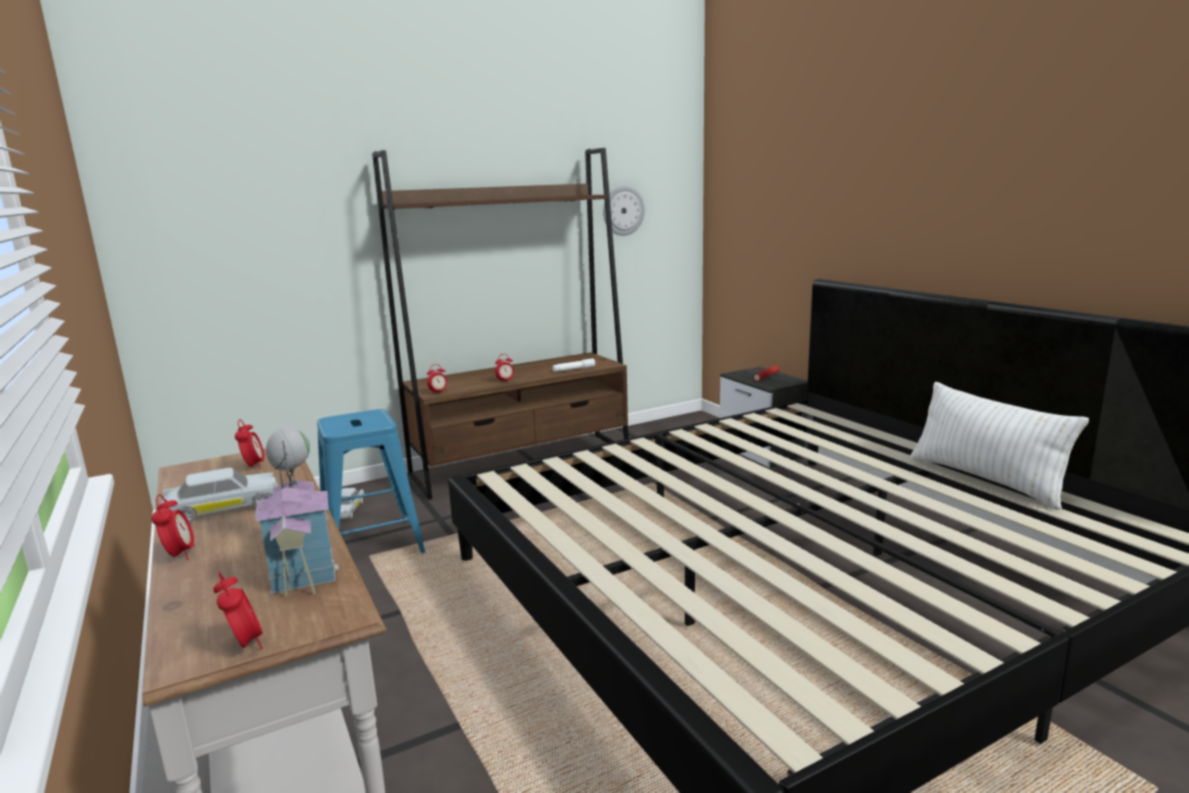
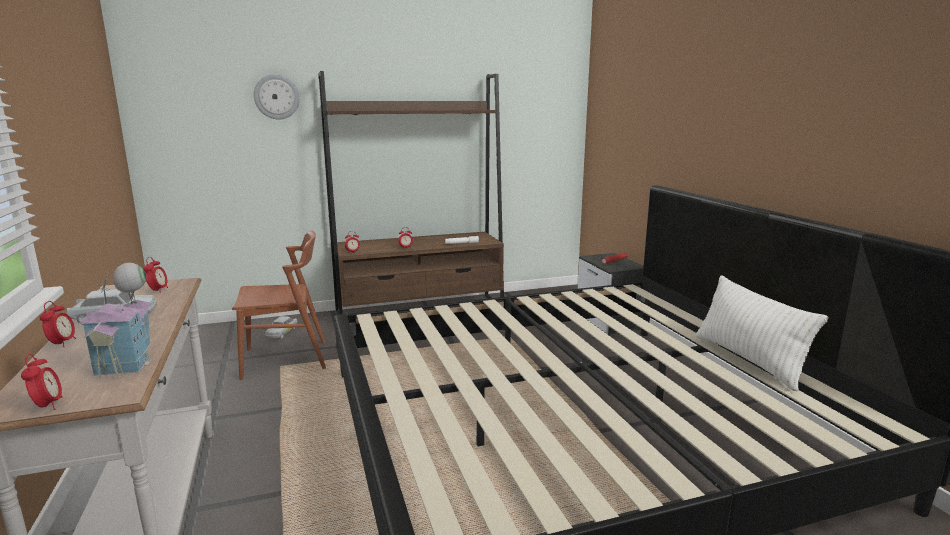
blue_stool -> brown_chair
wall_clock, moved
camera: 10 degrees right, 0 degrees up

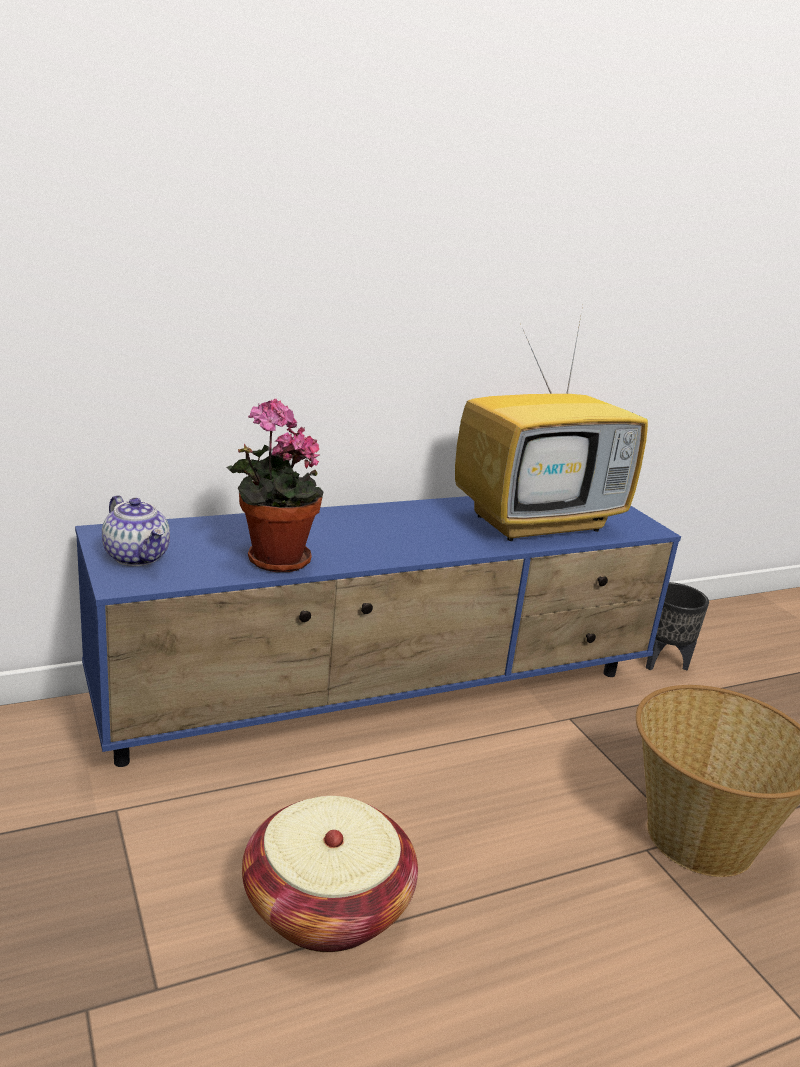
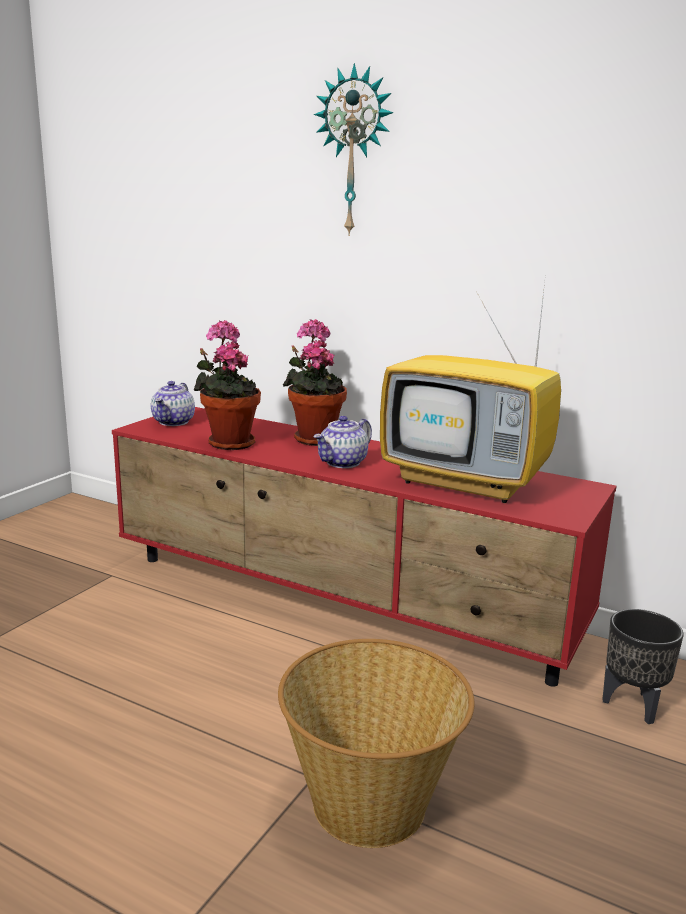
blue_tv_stand -> red_tv_stand
basket (1st from left) -> none
none -> potted_plant (2nd from left)
none -> wall_clock
none -> teapot (2nd from left)
camera: 55 degrees right, 5 degrees down

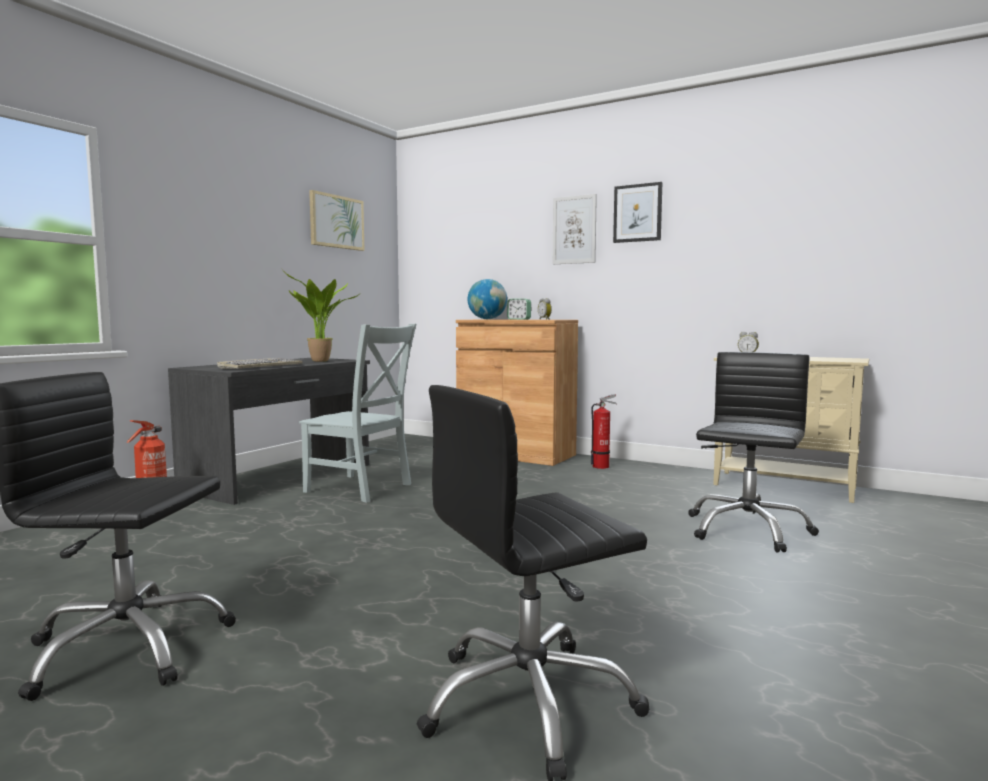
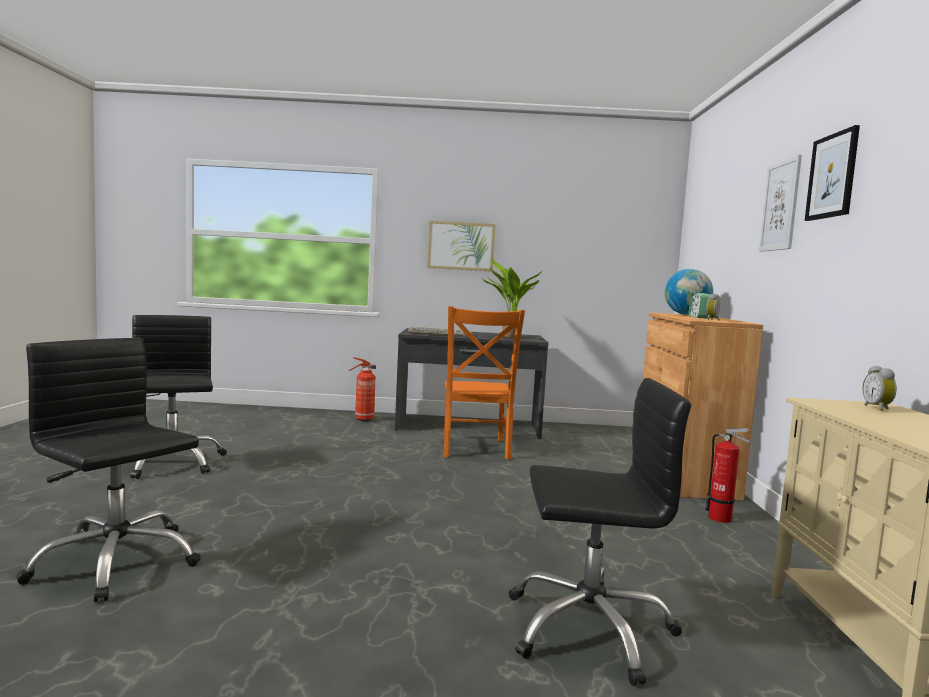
grey_chair -> orange_chair
picture (1st from left), moved
camera: 60 degrees right, 0 degrees up

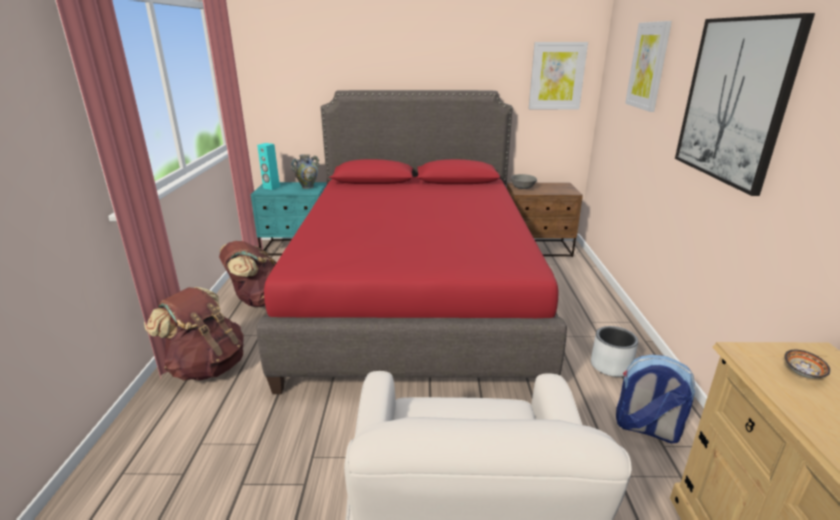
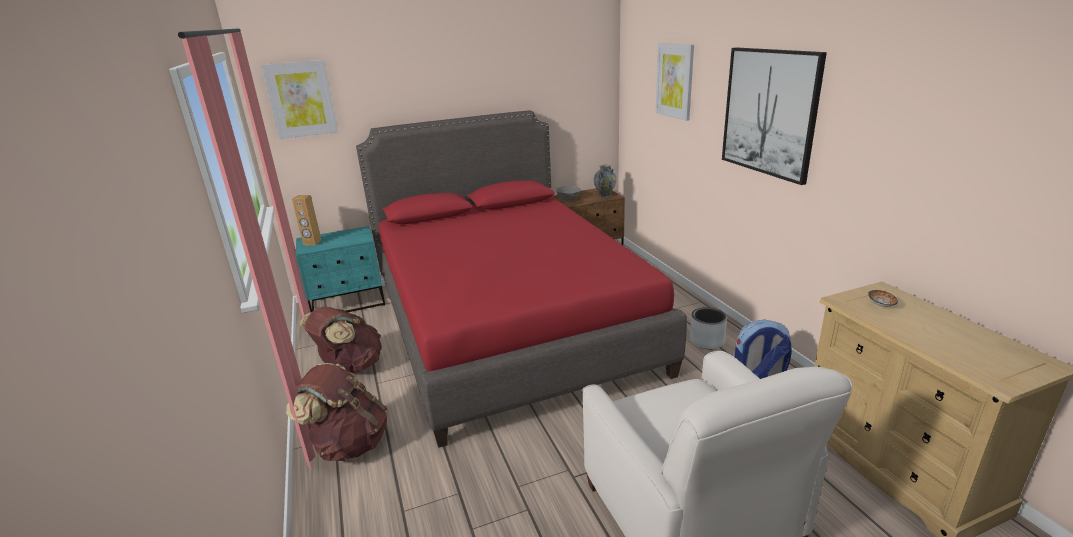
turquoise_speaker -> brown_speaker
vase, moved
picture (1st from left), moved
camera: 20 degrees left, 0 degrees up

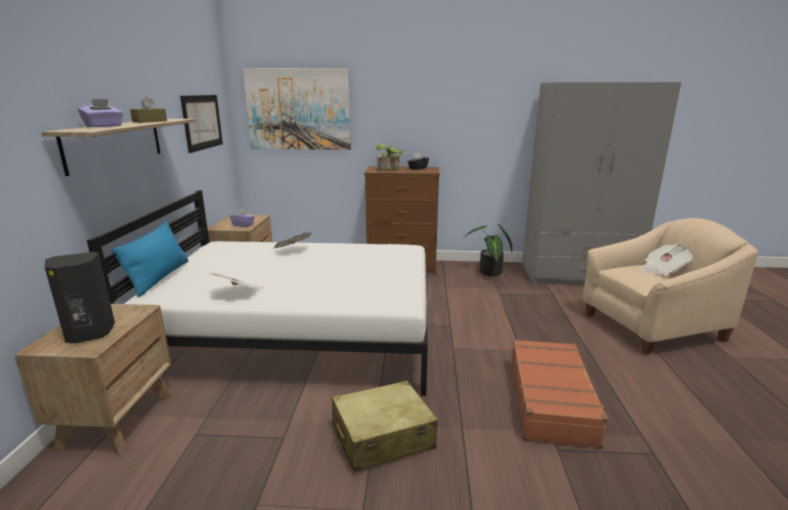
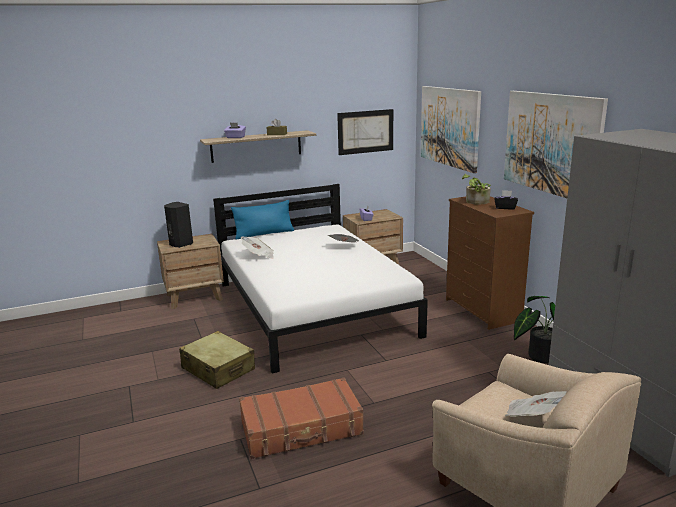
none -> picture (3rd from left)
camera: 65 degrees right, 0 degrees up

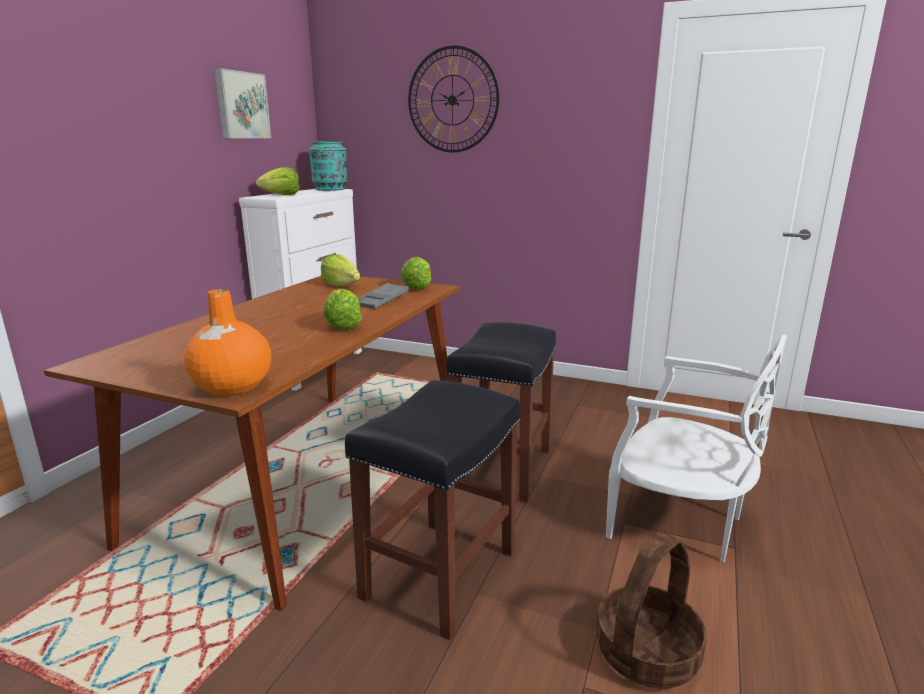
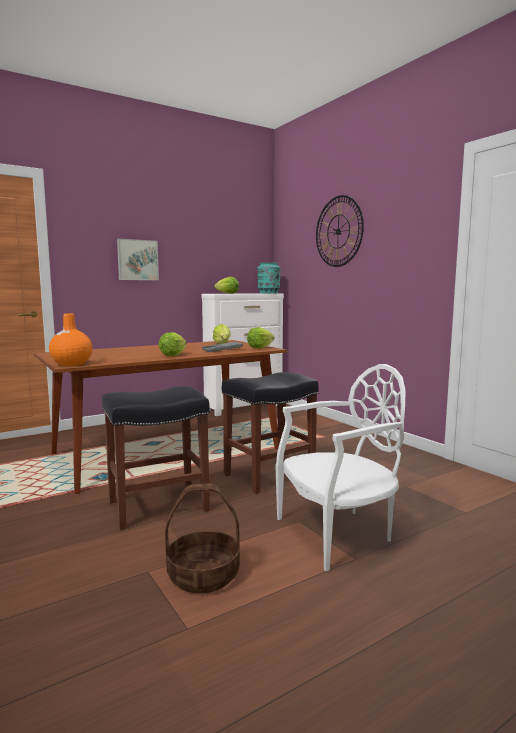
picture, moved
white_chair, 90 degrees counterclockwise
camera: 35 degrees right, 10 degrees down

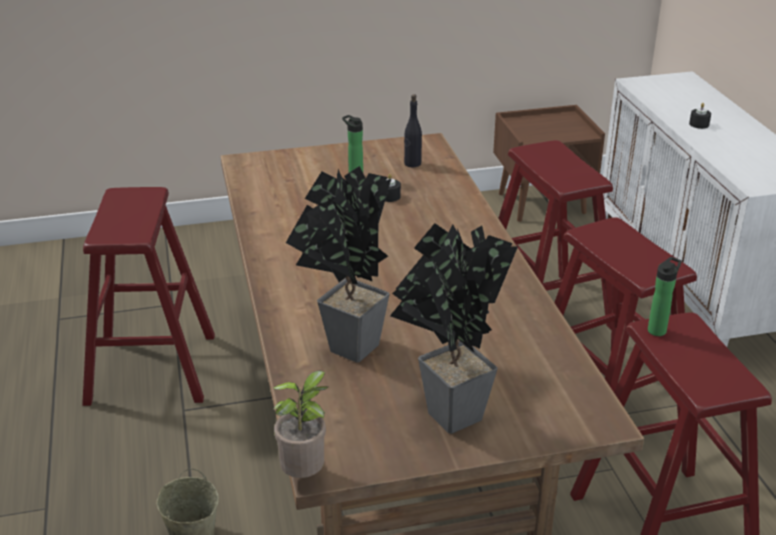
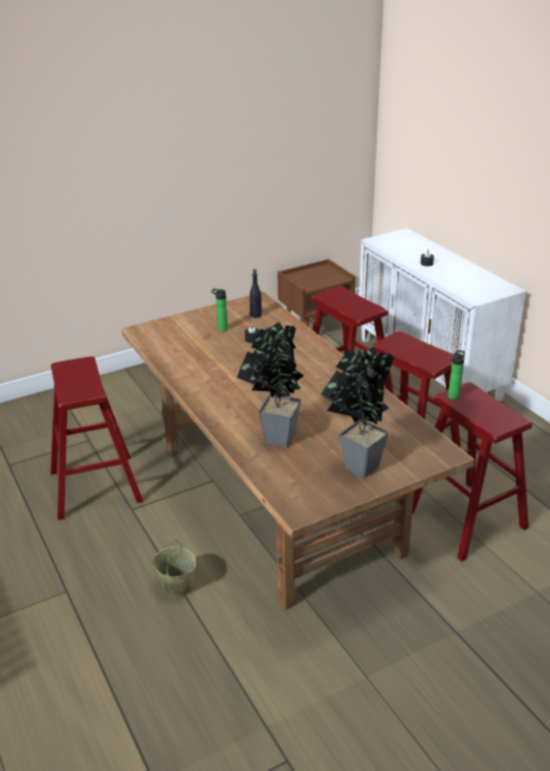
potted_plant (1st from left) -> none
camera: 15 degrees left, 0 degrees up

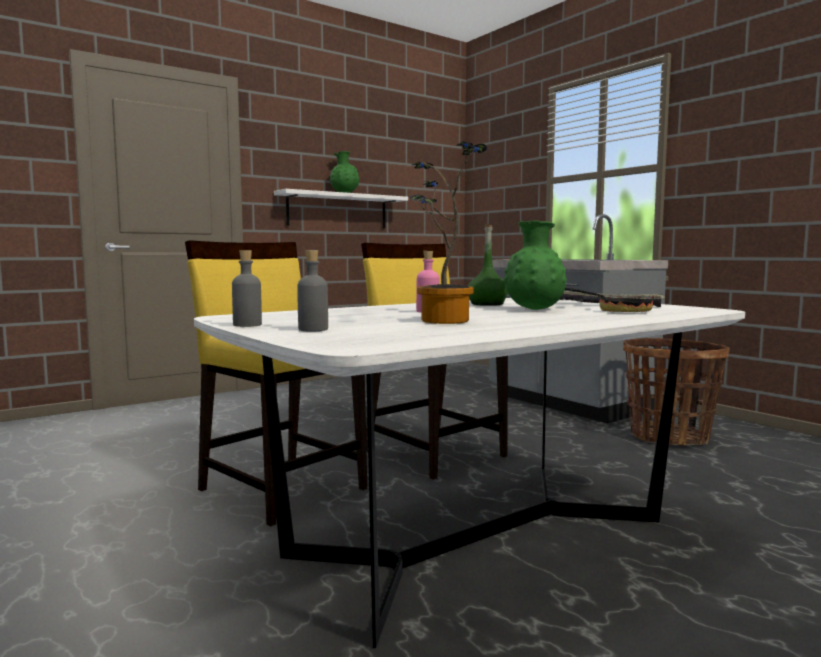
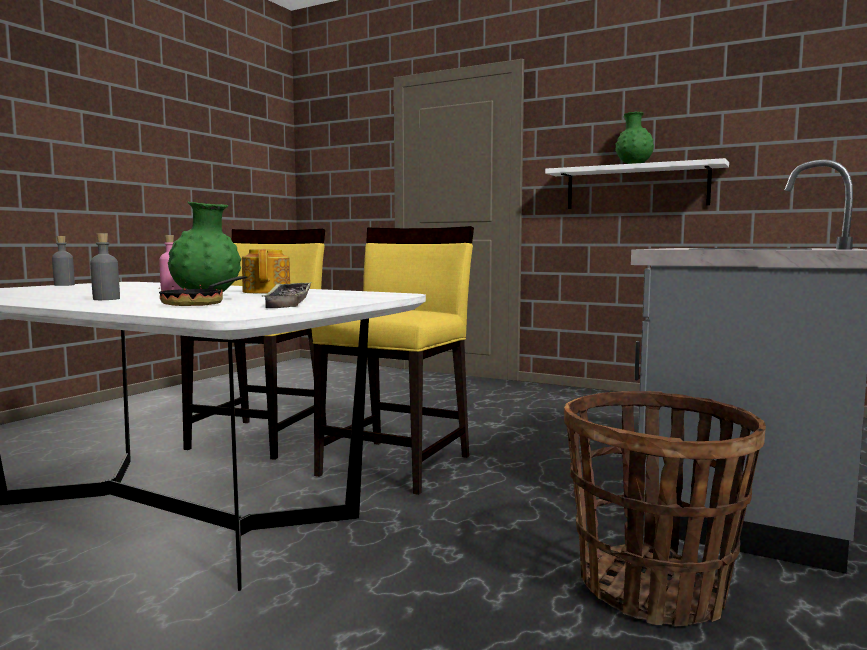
grey_bottle (2nd from left), moved
potted_plant -> none
green_bottle -> teapot
camera: 65 degrees right, 0 degrees up

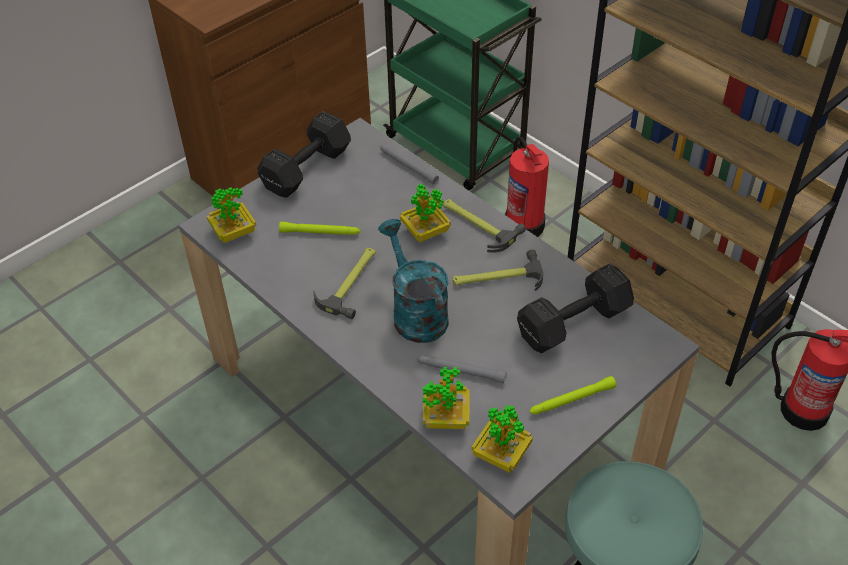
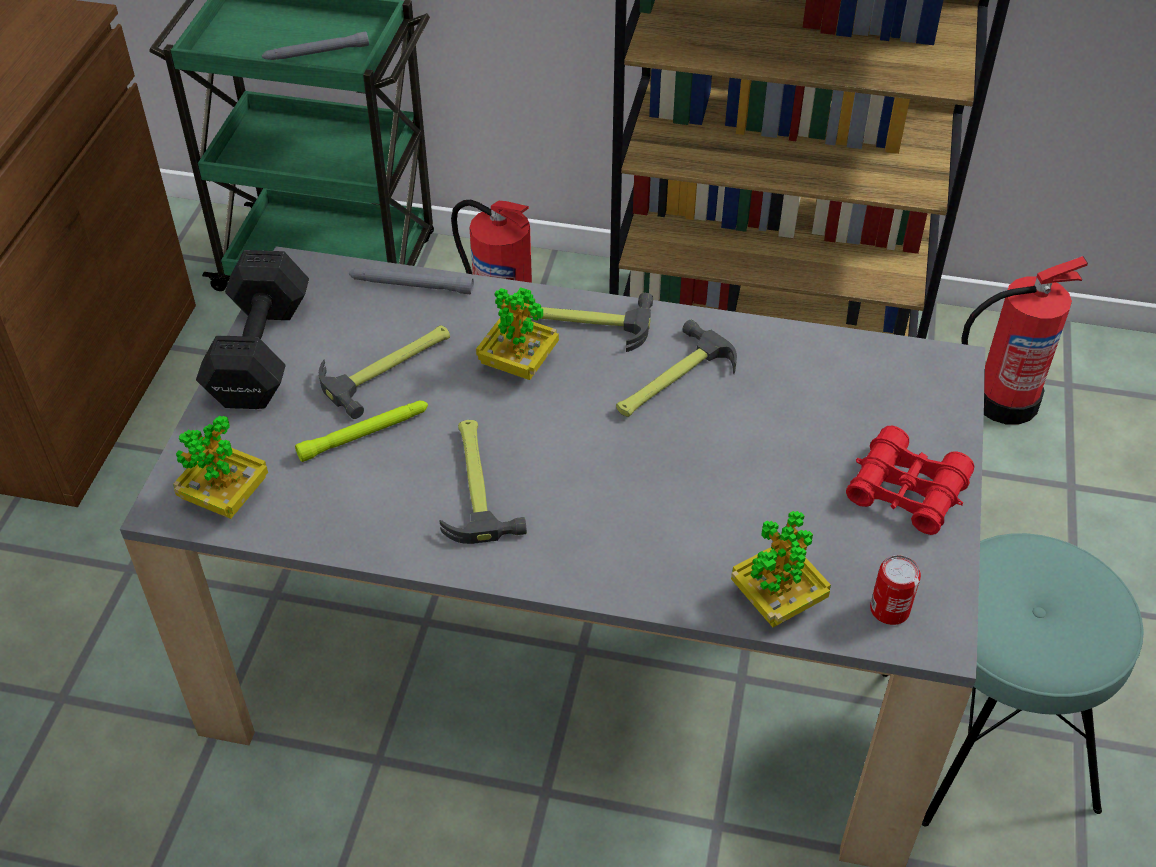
turquoise_watering_can -> none
grey_flashlight (2nd from left in the first image) -> grey_flashlight (1st from left), moved
potted_plant (4th from left) -> can
black_dumbbell (2nd from left) -> none
green_flashlight (2nd from left) -> red_binoculars
none -> hammer (1st from left)
camera: 35 degrees left, 0 degrees up

